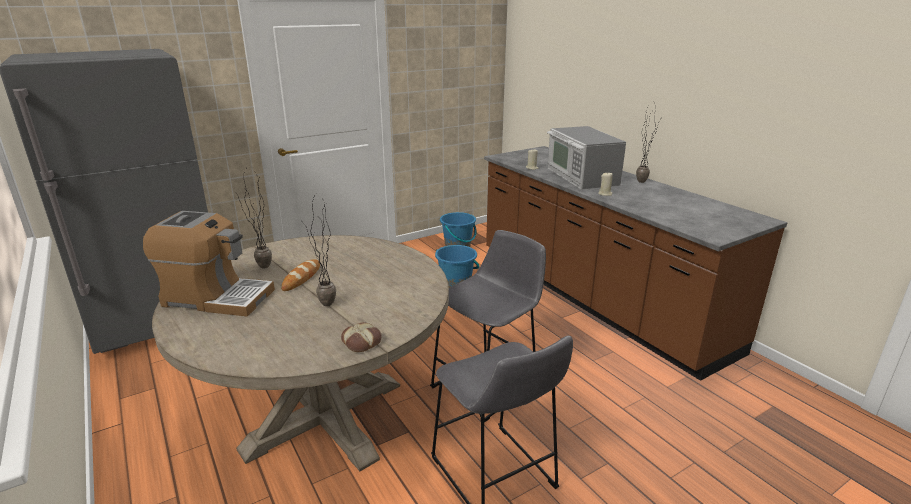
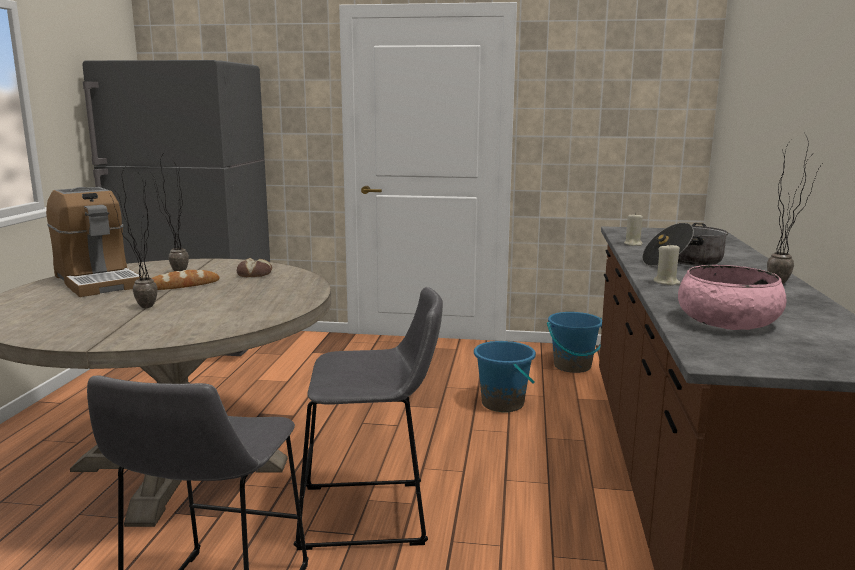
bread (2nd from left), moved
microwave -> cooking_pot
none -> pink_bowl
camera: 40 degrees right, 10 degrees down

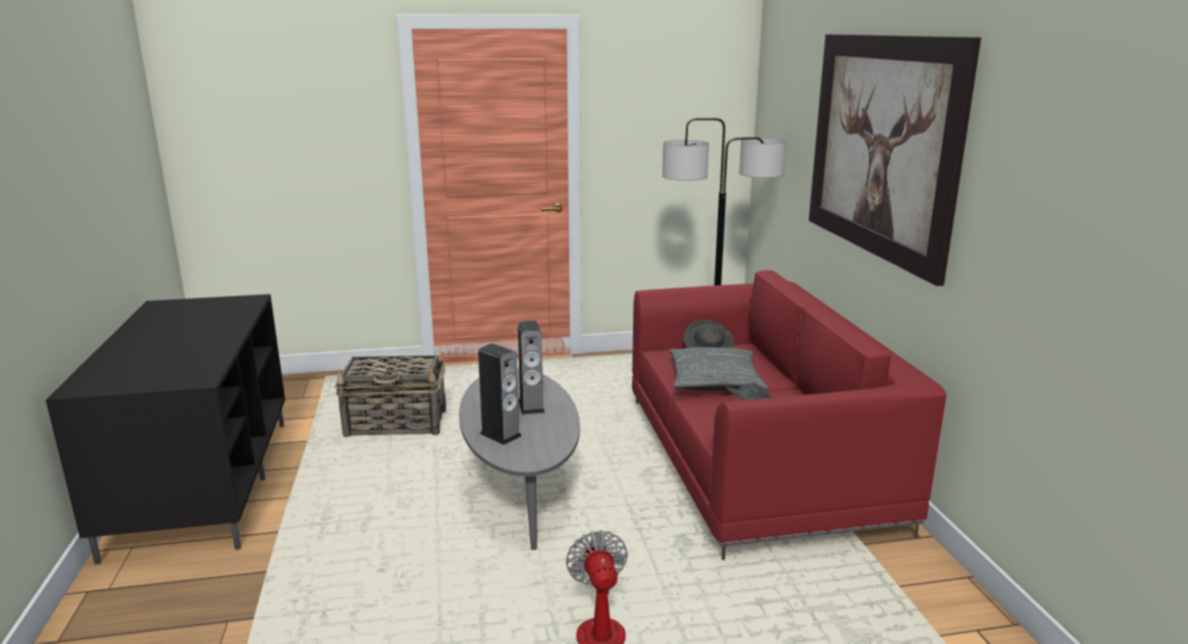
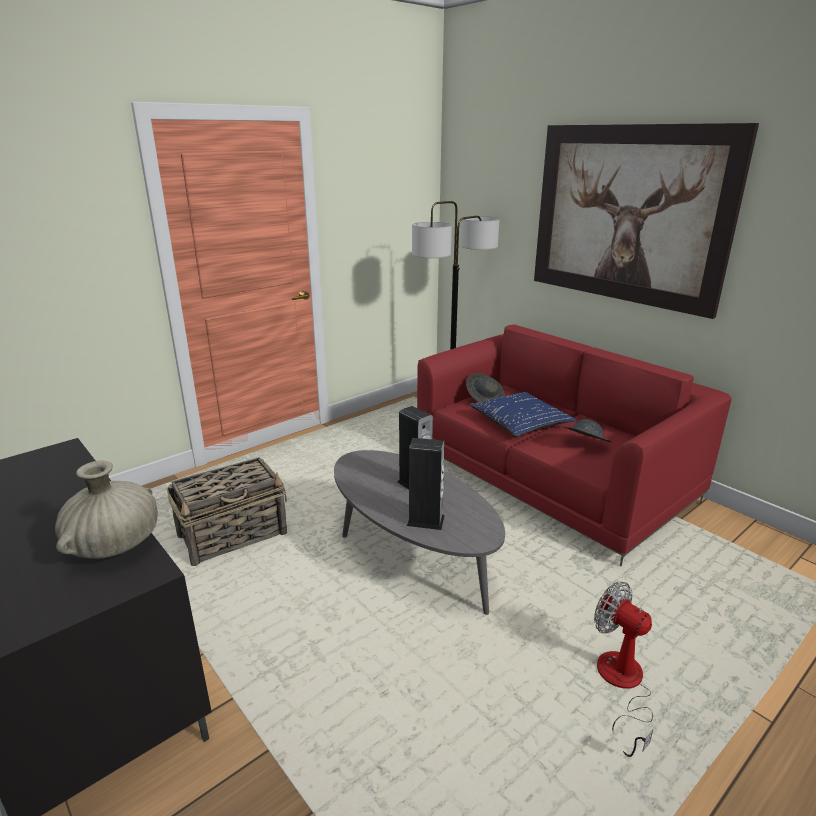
grey_pillow -> blue_pillow
none -> beige_vase
camera: 30 degrees left, 5 degrees up

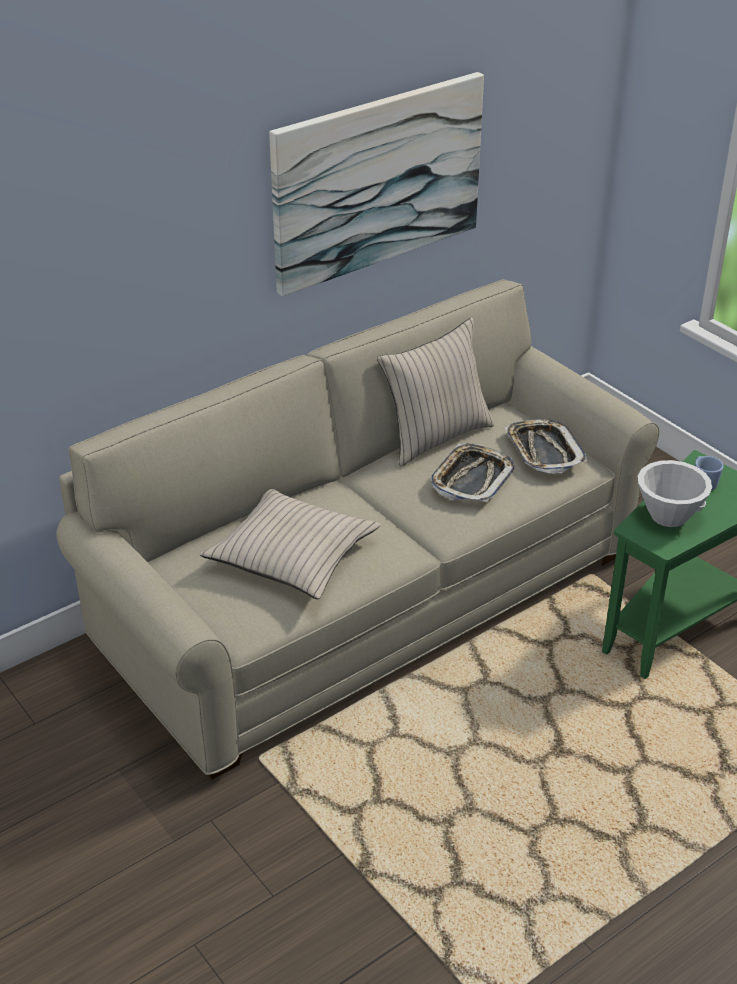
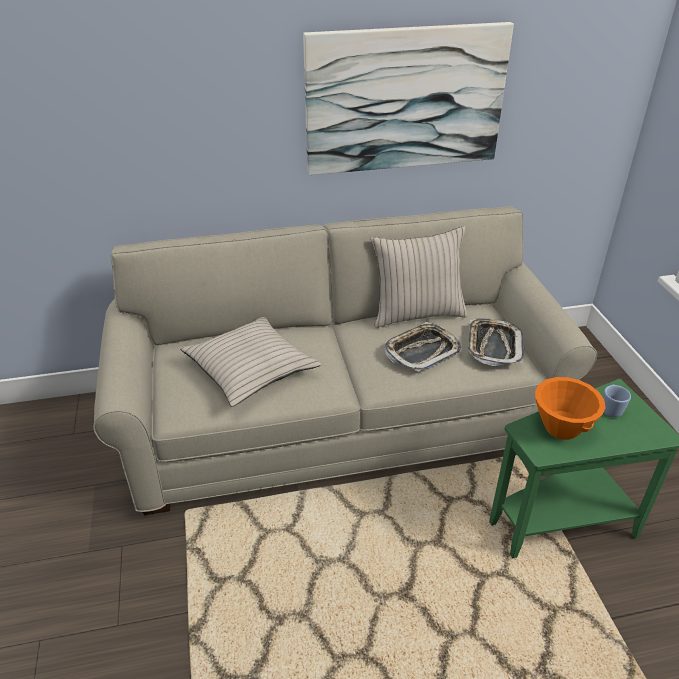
white_bowl -> orange_bowl
camera: 25 degrees right, 0 degrees up

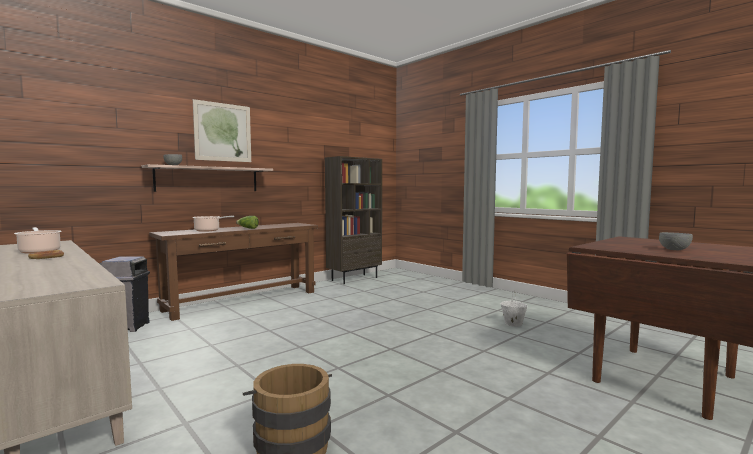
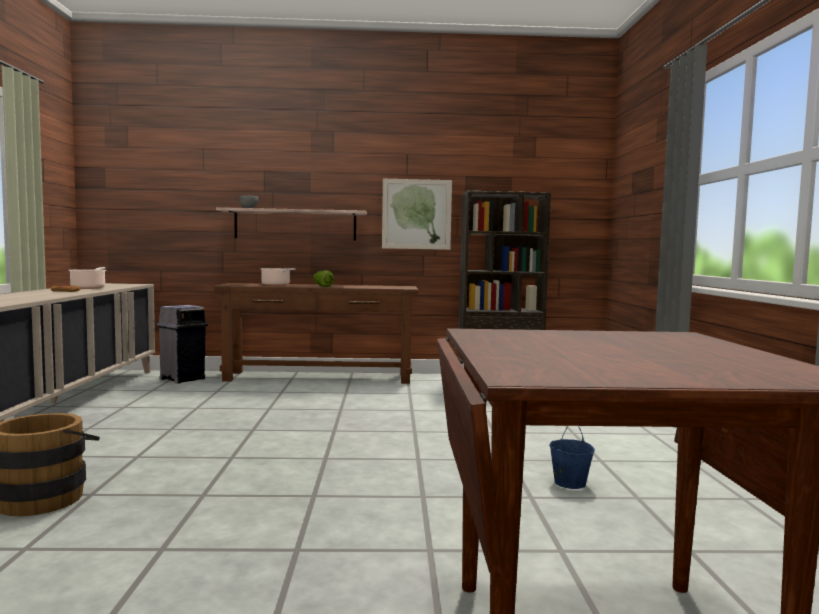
picture, moved
white_bucket -> blue_bucket
grey_bowl (2nd from left) -> none
camera: 40 degrees right, 0 degrees up

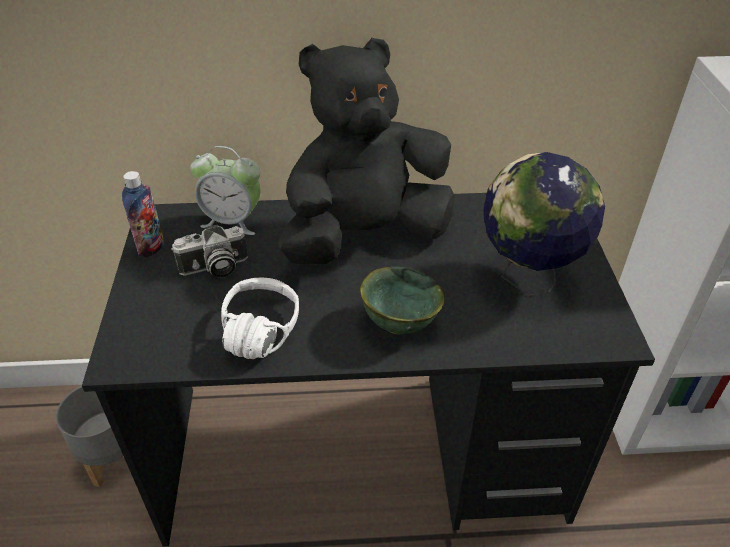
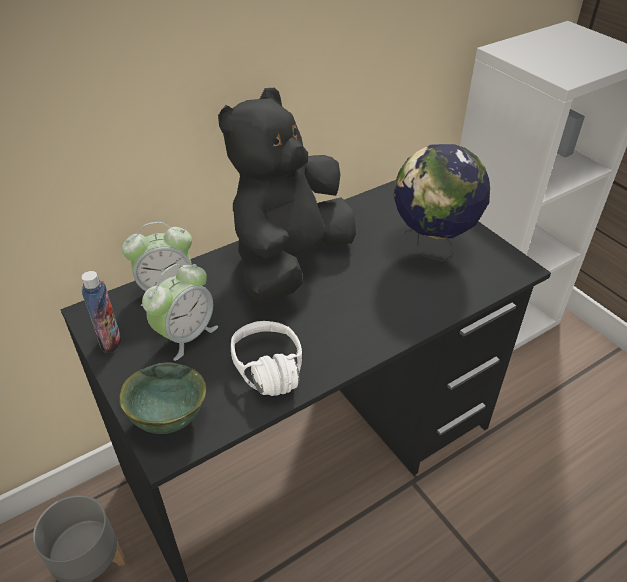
photo_camera -> alarm_clock (2nd from left)
green_bowl, moved
camera: 30 degrees left, 0 degrees up

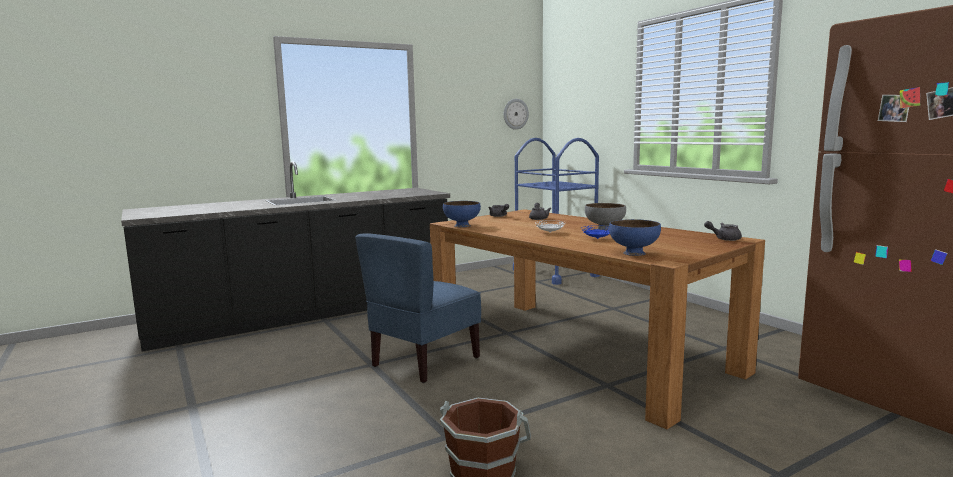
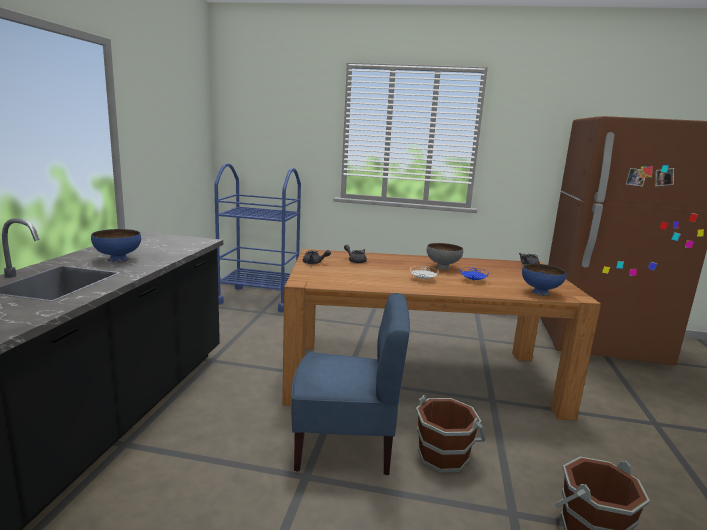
blue_chair, 75 degrees counterclockwise
blue_bowl (1st from left), moved
wall_clock -> none
none -> brown_bucket (1st from left)
camera: 50 degrees left, 5 degrees up

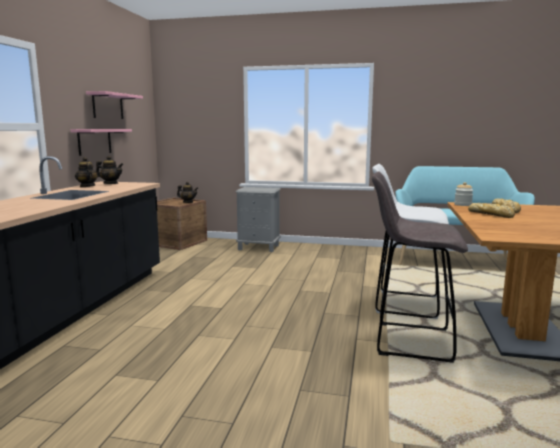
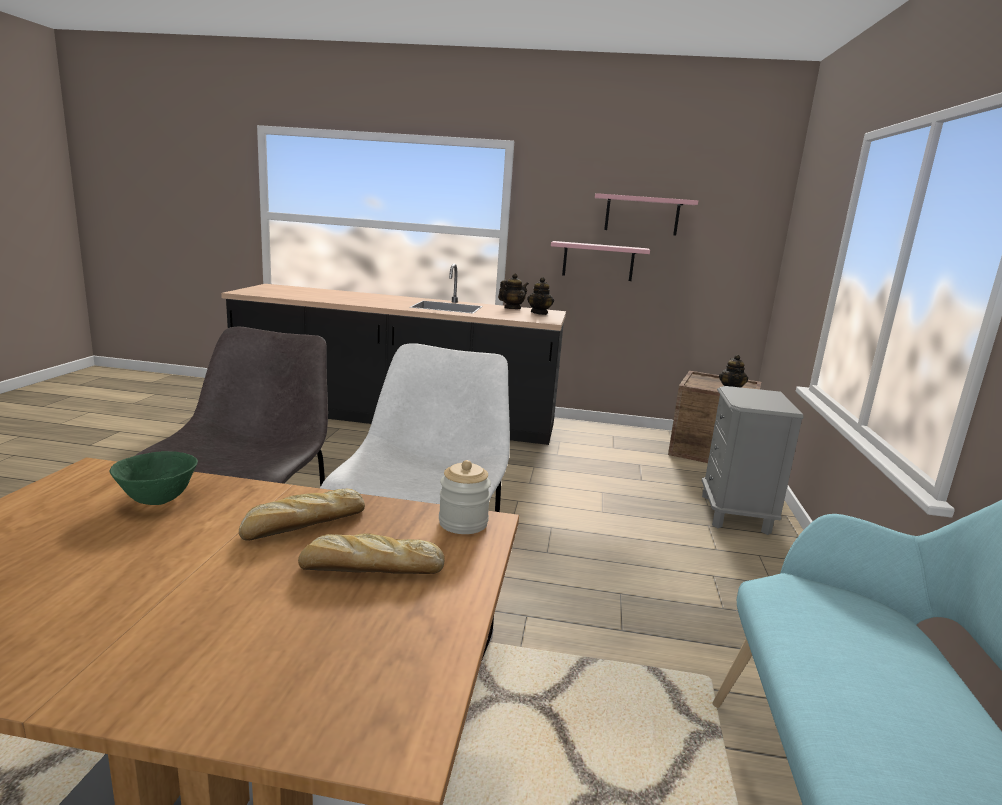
none -> green_bowl
camera: 85 degrees right, 5 degrees up

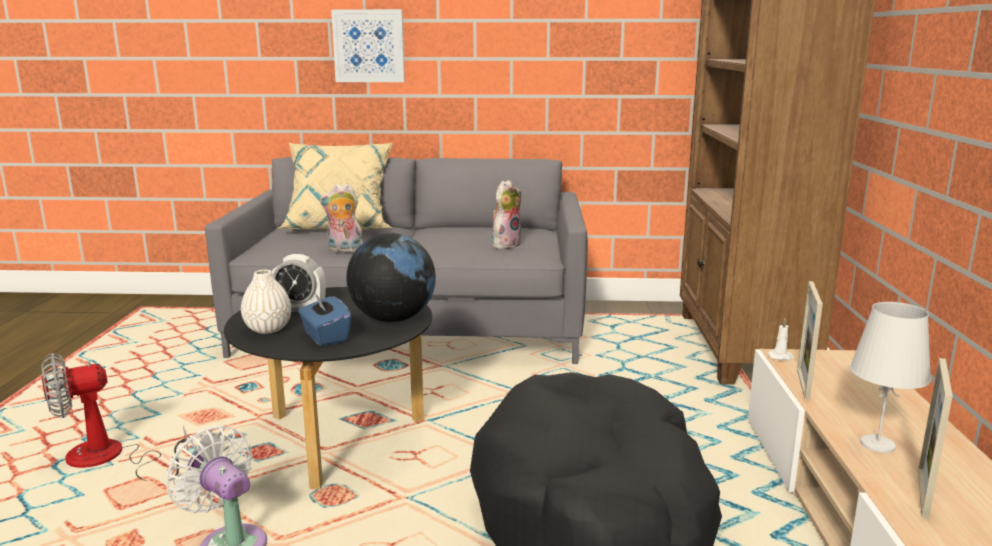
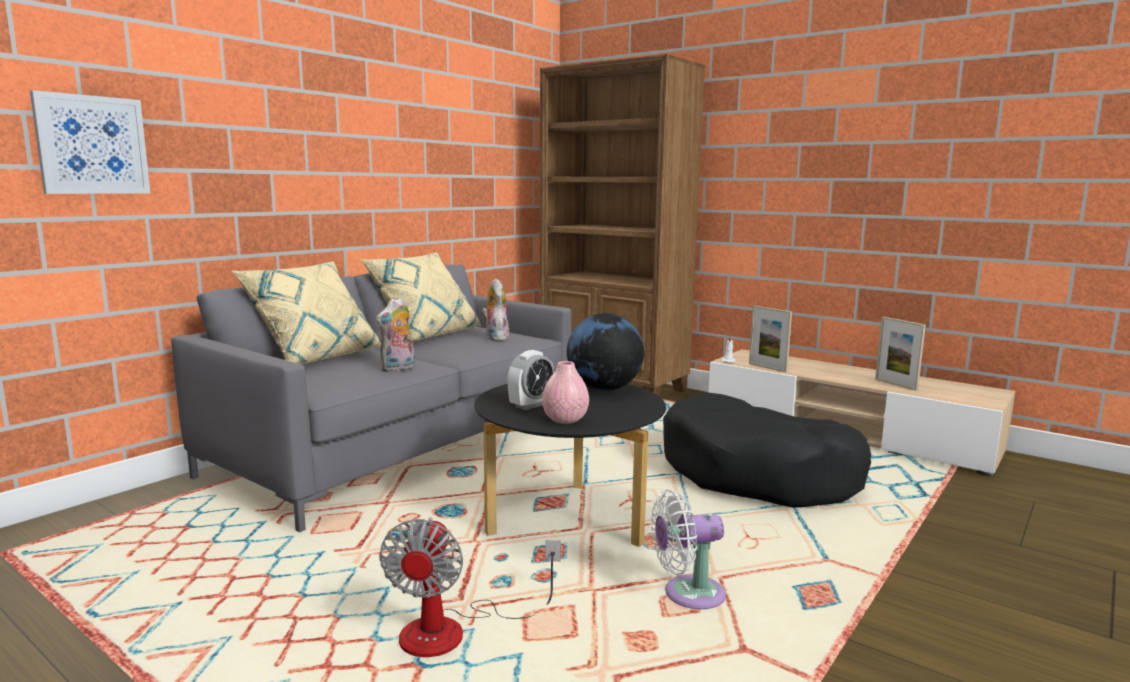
white_vase -> pink_vase
blue_tissue_box -> none
picture, moved
white_table_lamp -> none
none -> beige_pillow (2nd from left)
camera: 55 degrees left, 5 degrees down

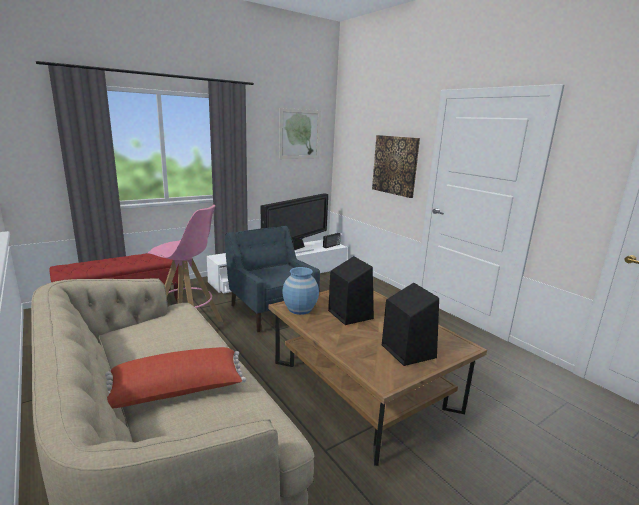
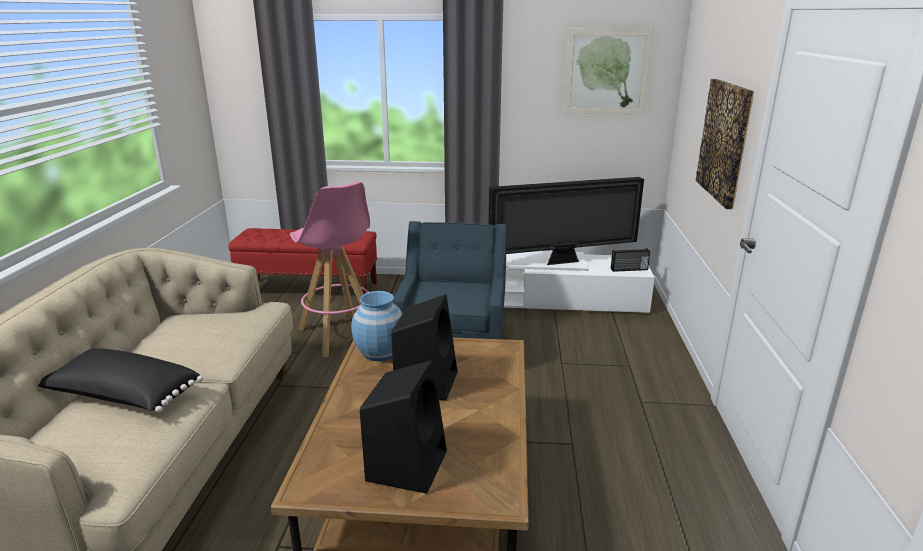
red_pillow -> black_pillow
camera: 40 degrees right, 5 degrees up

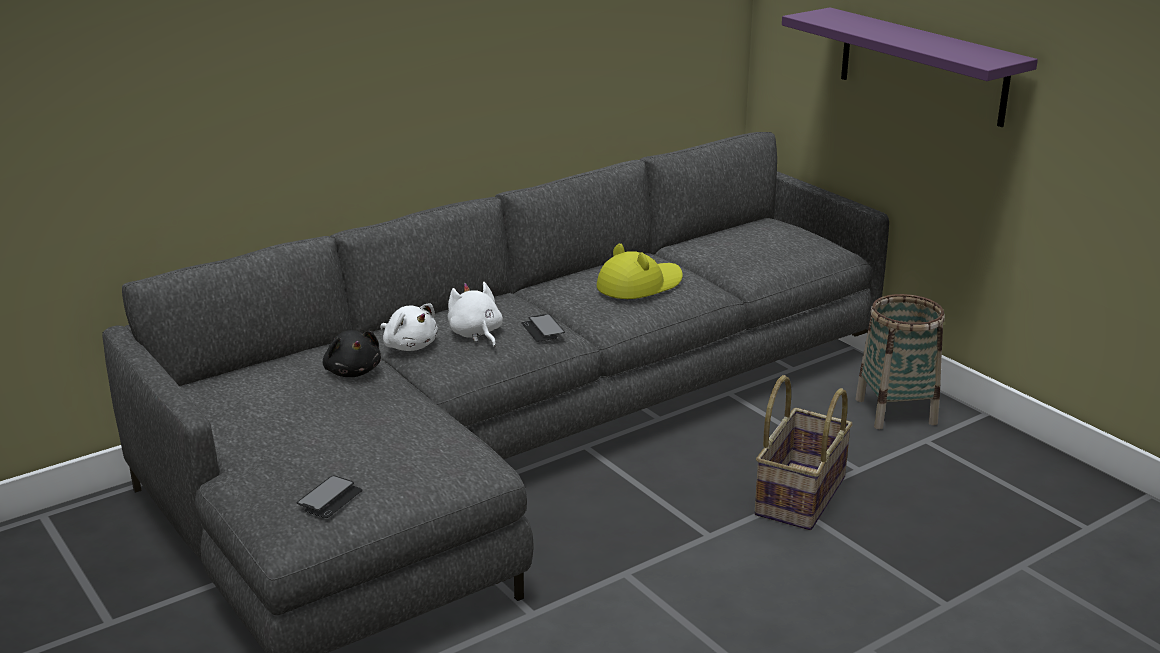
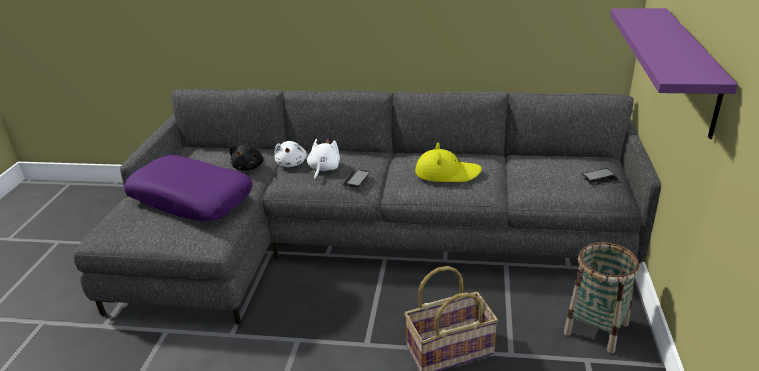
phone (1st from left in the first image) -> phone (2nd from left), moved
none -> purple_pillow
camera: 45 degrees right, 5 degrees up

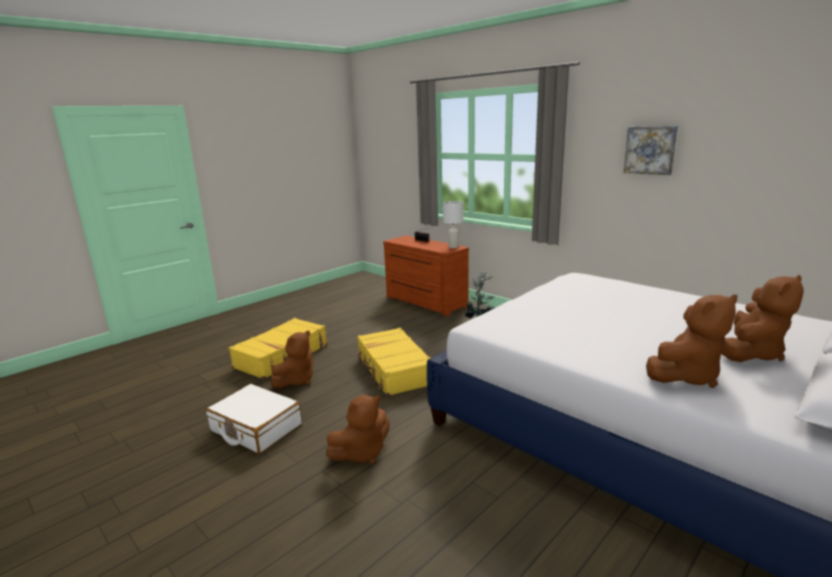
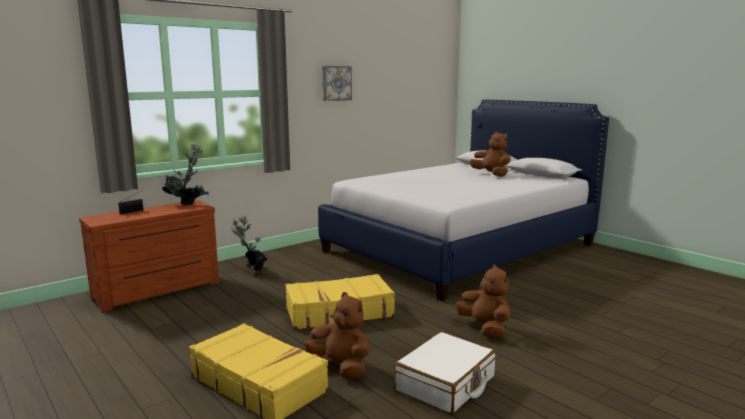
white_table_lamp -> potted_plant (1st from left)
brown_plush_toy (3rd from left) -> none
camera: 85 degrees left, 5 degrees down

